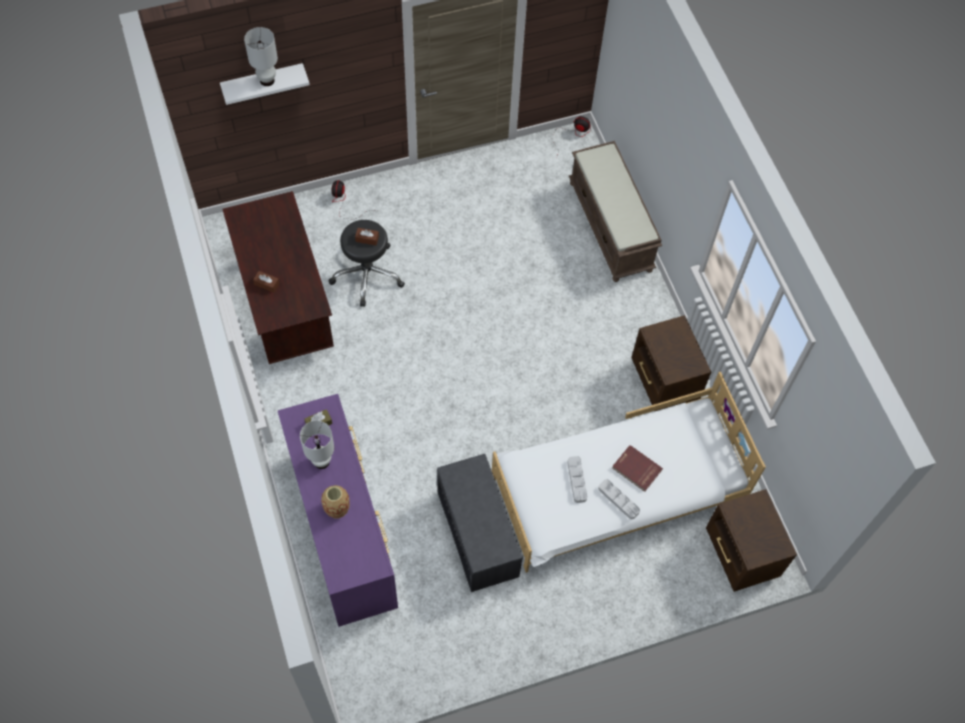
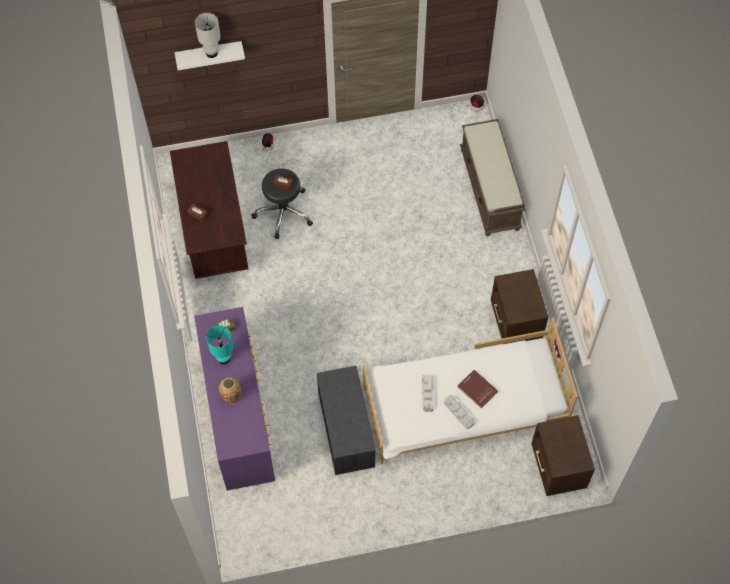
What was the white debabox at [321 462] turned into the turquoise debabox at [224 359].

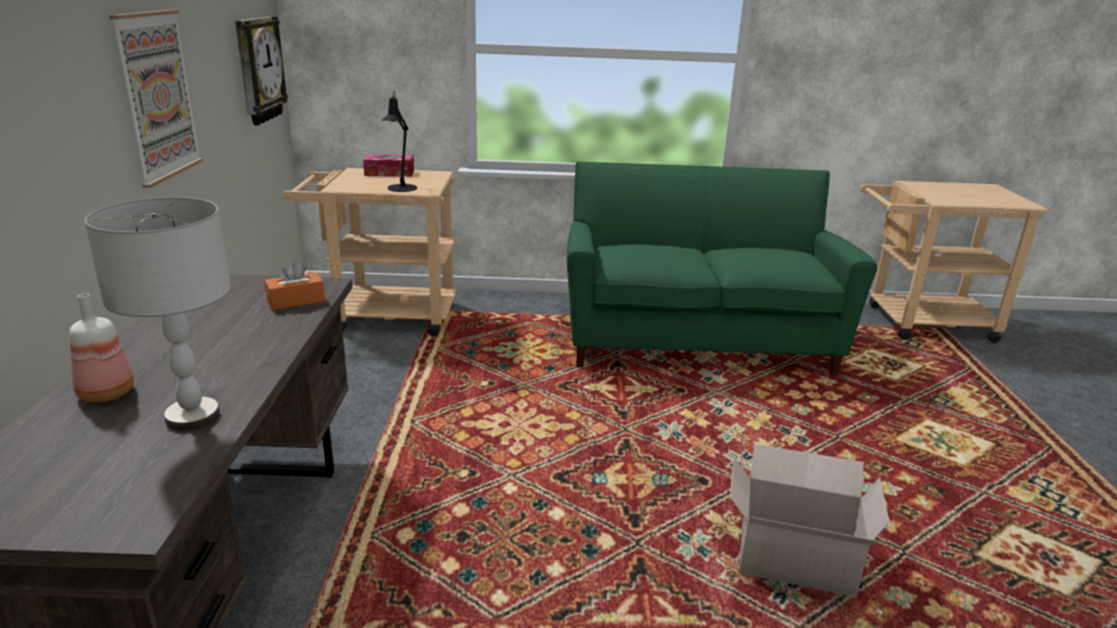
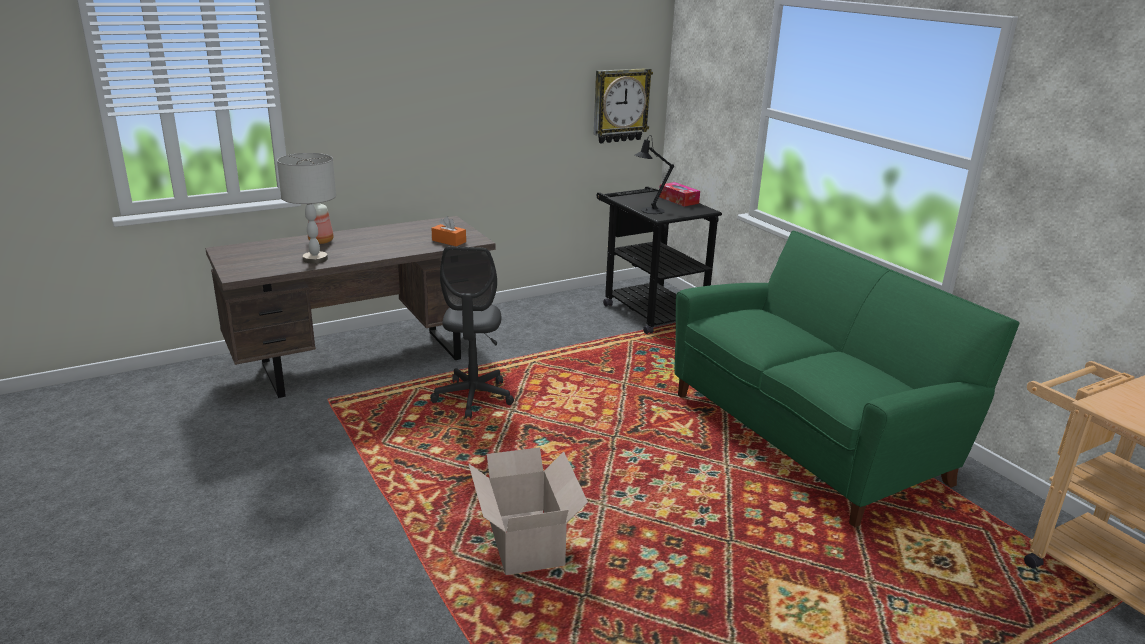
The second view lost the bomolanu at [157 96]. What was the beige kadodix at [384 315] turned into the black kadodix at [648 310]. The second view gained the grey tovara at [473 397].

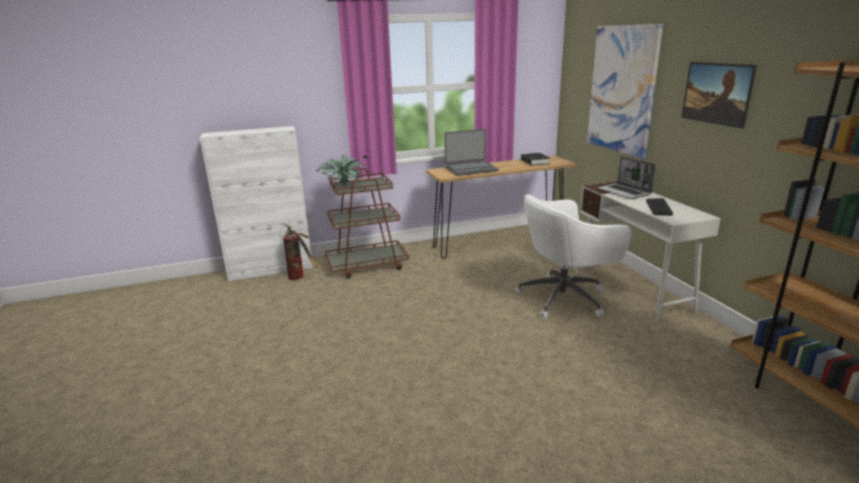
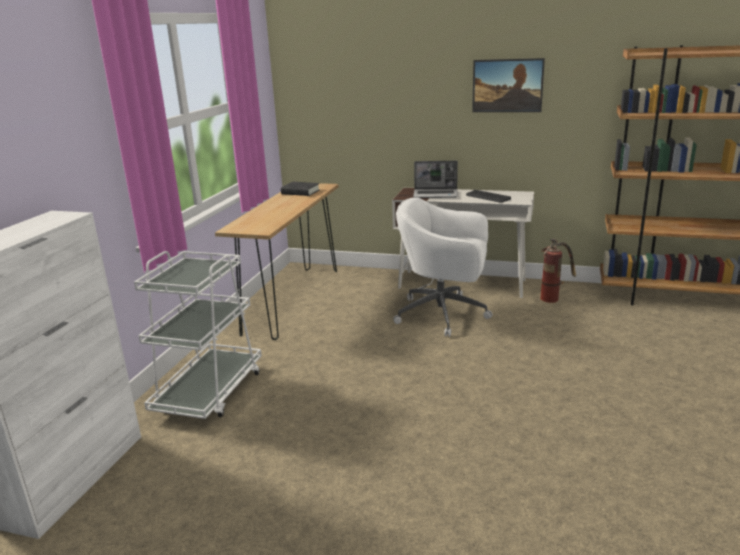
The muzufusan ended up elsewhere, having gone from [301 277] to [553 296]. The second view lost the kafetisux at [345 186]. What was the brown kadodix at [367 265] turned into the white kadodix at [209 392]. The second view lost the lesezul at [471 169]. The white tovara at [565 298] ended up facing another way, 90 degrees clockwise from before. The second view lost the bomolanu at [622 90].

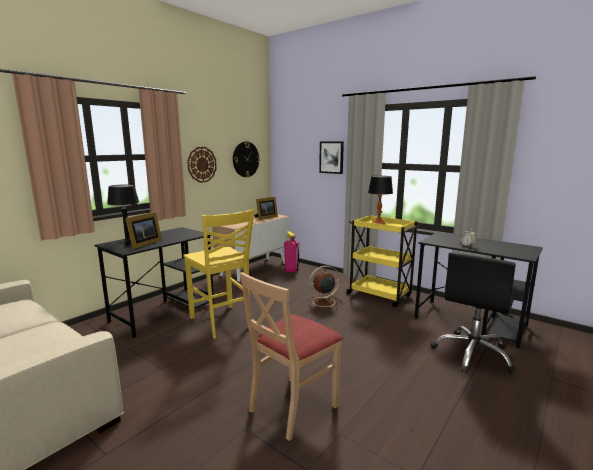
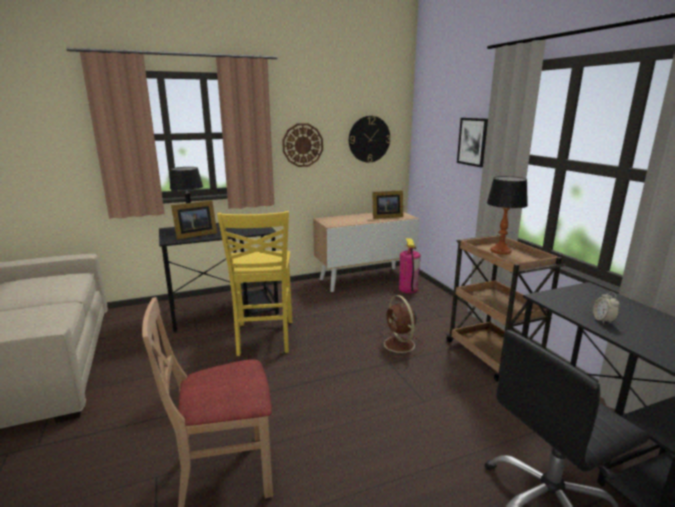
The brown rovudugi at [322 302] ended up facing another way, 120 degrees counterclockwise from before. What was the yellow kadodix at [380 295] turned into the brown kadodix at [492 356].

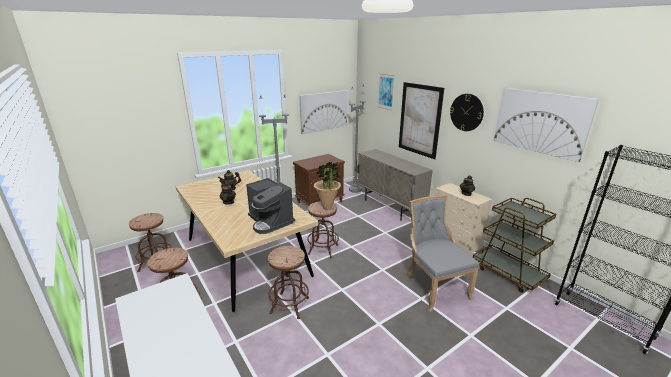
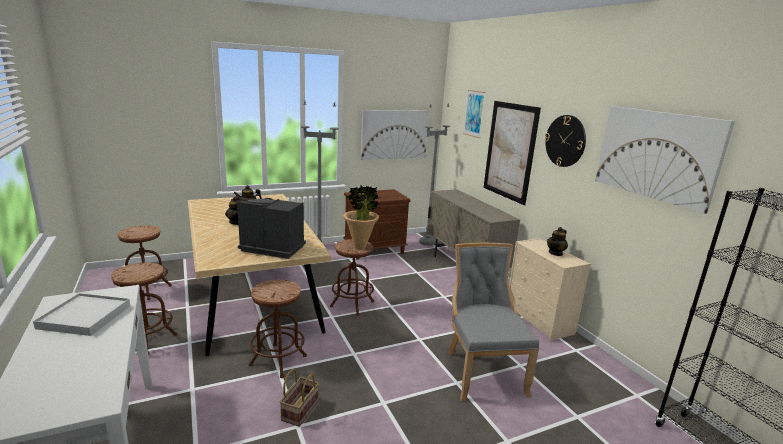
The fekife at [270 221] ended up facing another way, 135 degrees clockwise from before. The second view lost the brown kadodix at [508 273]. The second view gained the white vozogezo at [85 317]. The second view gained the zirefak at [300 409].

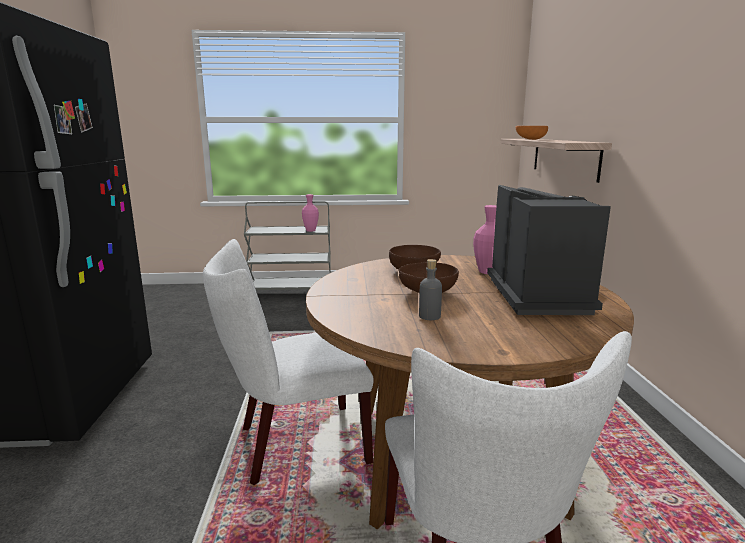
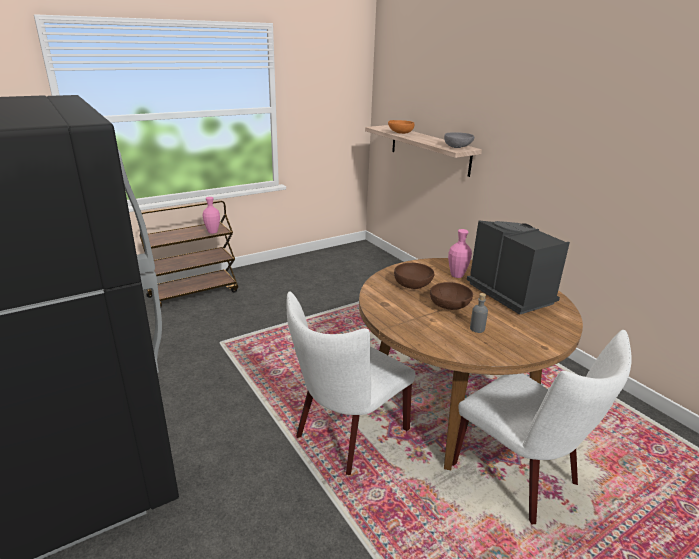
What was the grey kadodix at [291 293] turned into the brown kadodix at [194 293]. The second view gained the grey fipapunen at [458 147].

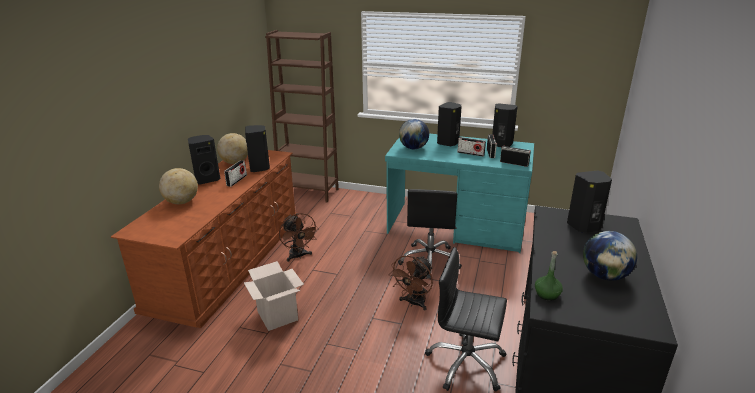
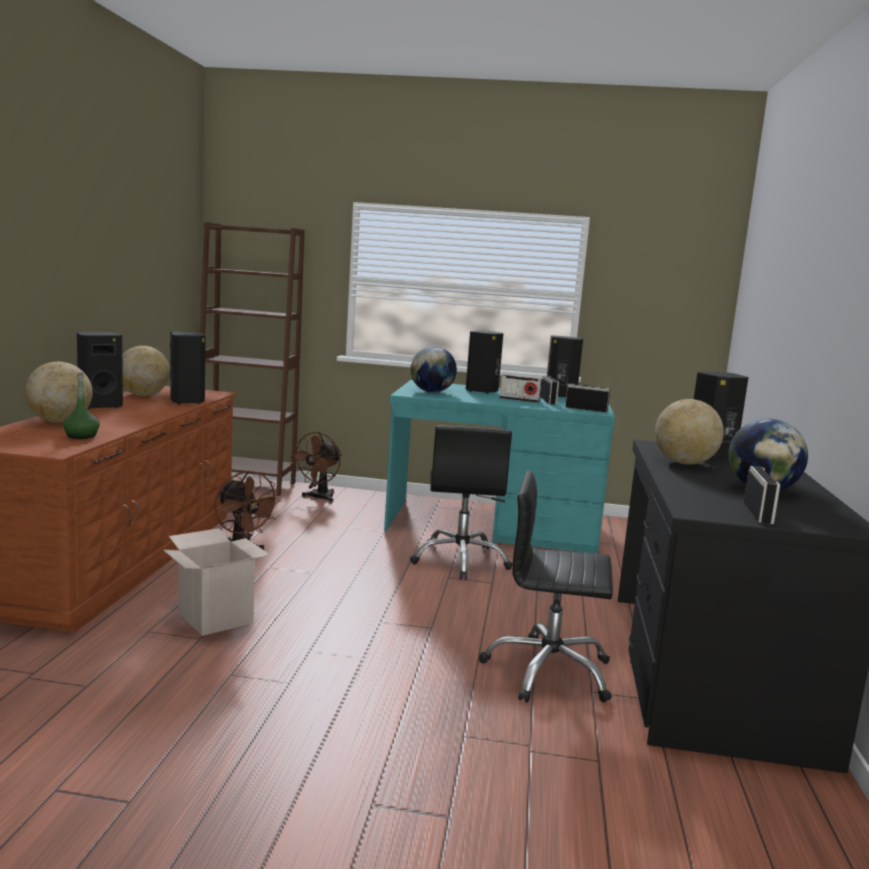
The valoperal ended up elsewhere, having gone from [237 180] to [758 513]. The brown rovudugi ended up elsewhere, having gone from [413 303] to [318 498]. The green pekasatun ended up elsewhere, having gone from [547 294] to [81 436]. The second view gained the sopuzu at [684 463].

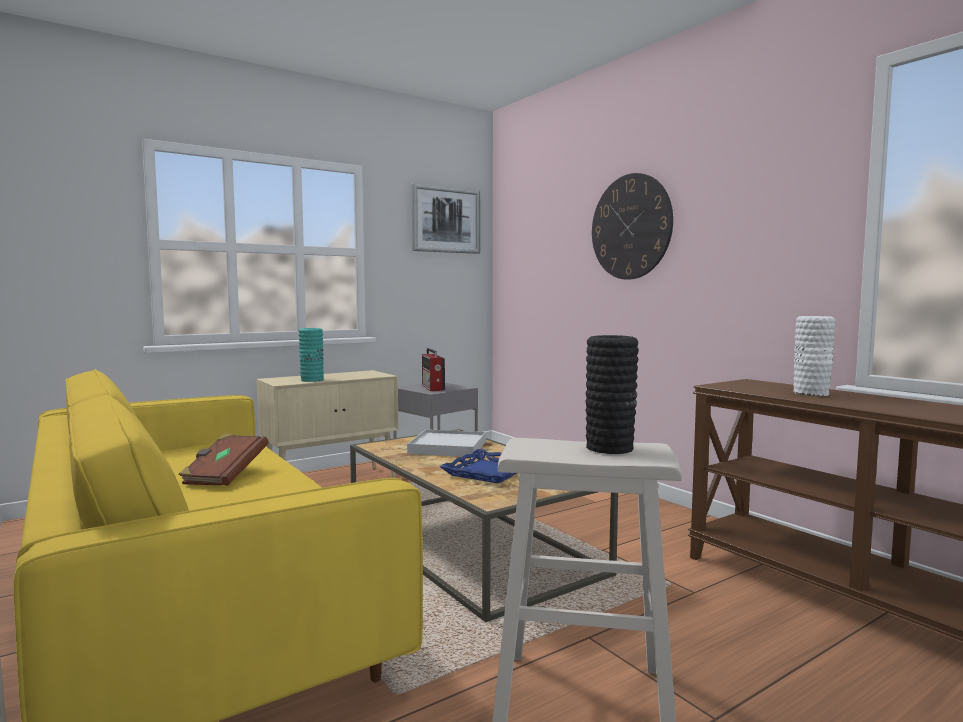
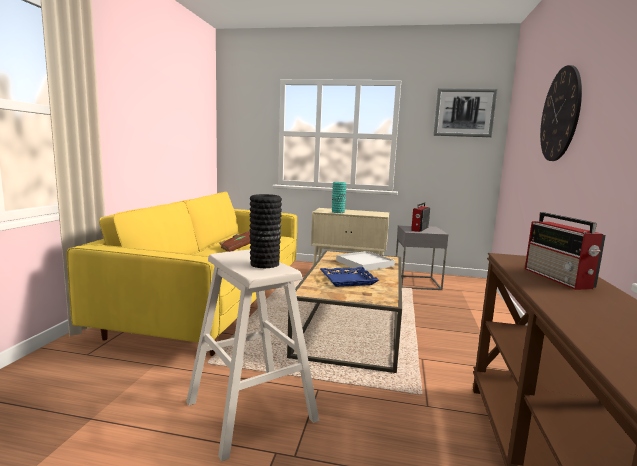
Where the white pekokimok stood at [811 393], the valoperal came to stand at [558 278].

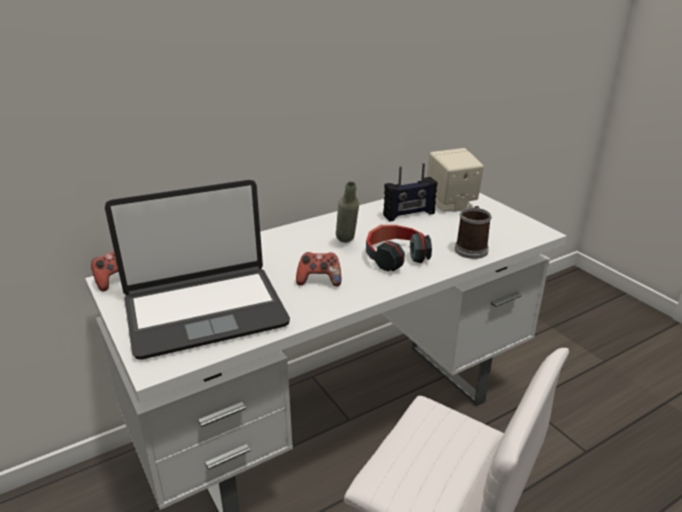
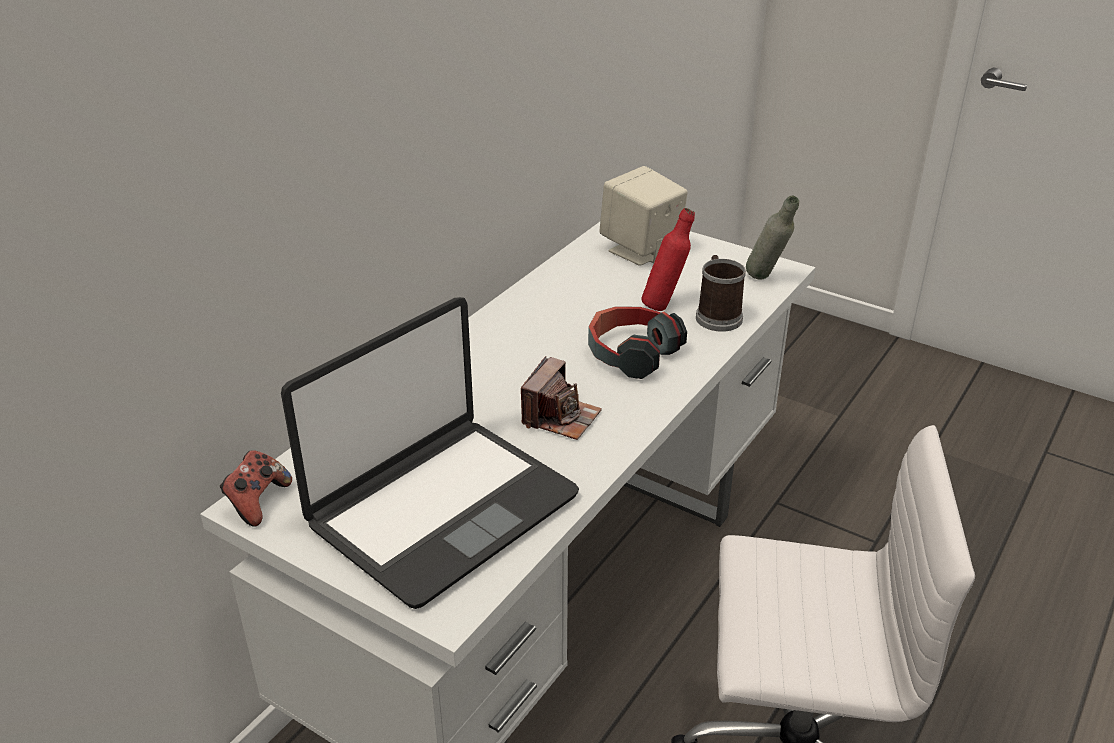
Where the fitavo stood at [319 280], the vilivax came to stand at [560 417]. The grey pekasatun ended up elsewhere, having gone from [347 244] to [766 280]. The second view lost the valoperal at [409 215]. The second view gained the red pekasatun at [665 305].

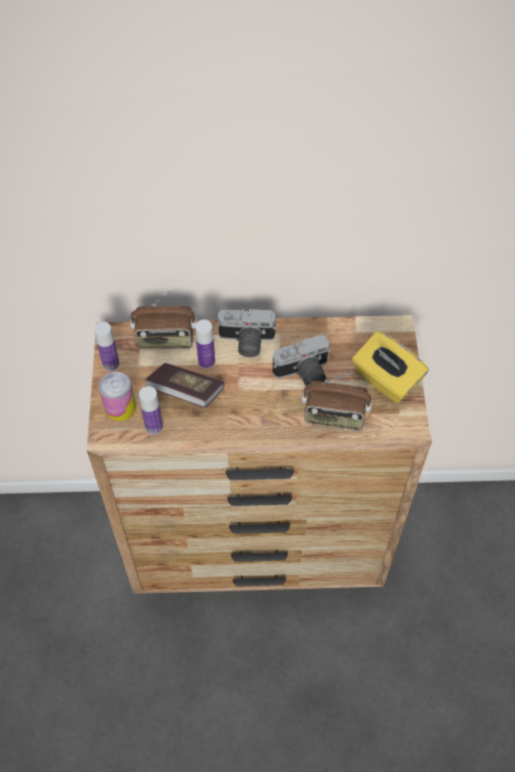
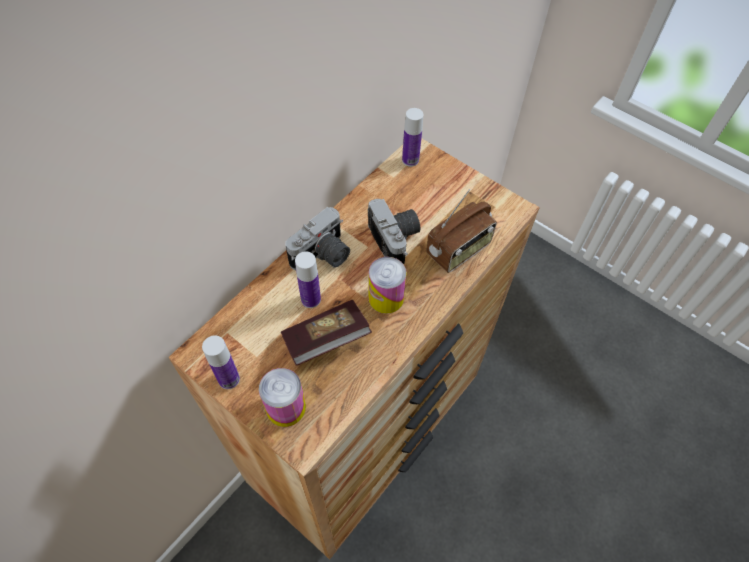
The second view lost the valoperal at [165 339]. The pekasatun ended up elsewhere, having gone from [154 426] to [410 160]. The vilivax at [303 374] ended up facing another way, 45 degrees counterclockwise from before. The second view lost the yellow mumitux at [386 380]. The second view gained the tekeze at [386 298].

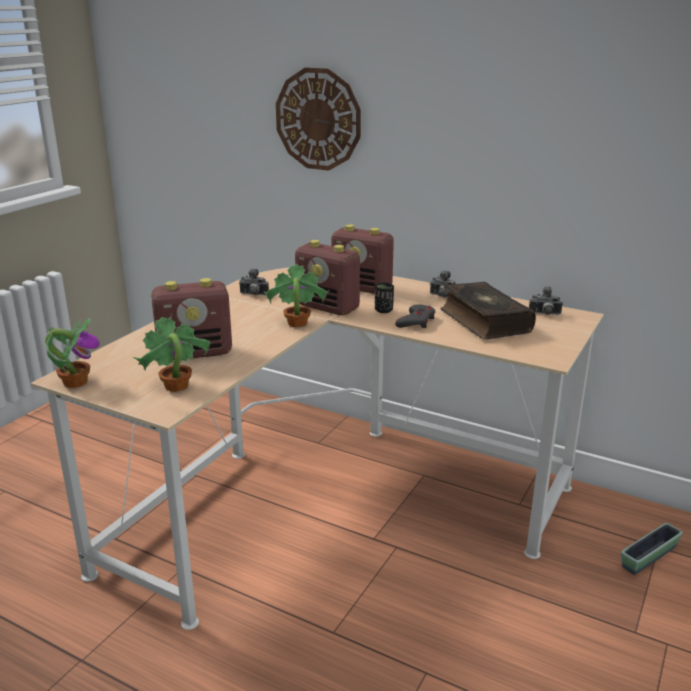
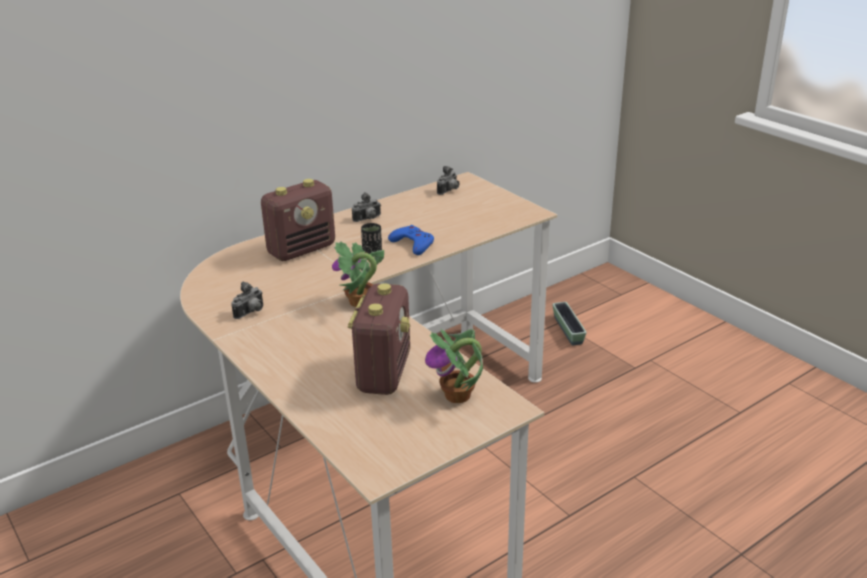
The second view lost the kafetisux at [75 382]. The second view lost the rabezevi at [318 119]. The second view lost the valoperal at [328 308]. What was the grey fitavo at [416 321] turned into the blue fitavo at [413 244]. The second view lost the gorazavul at [483 321].

